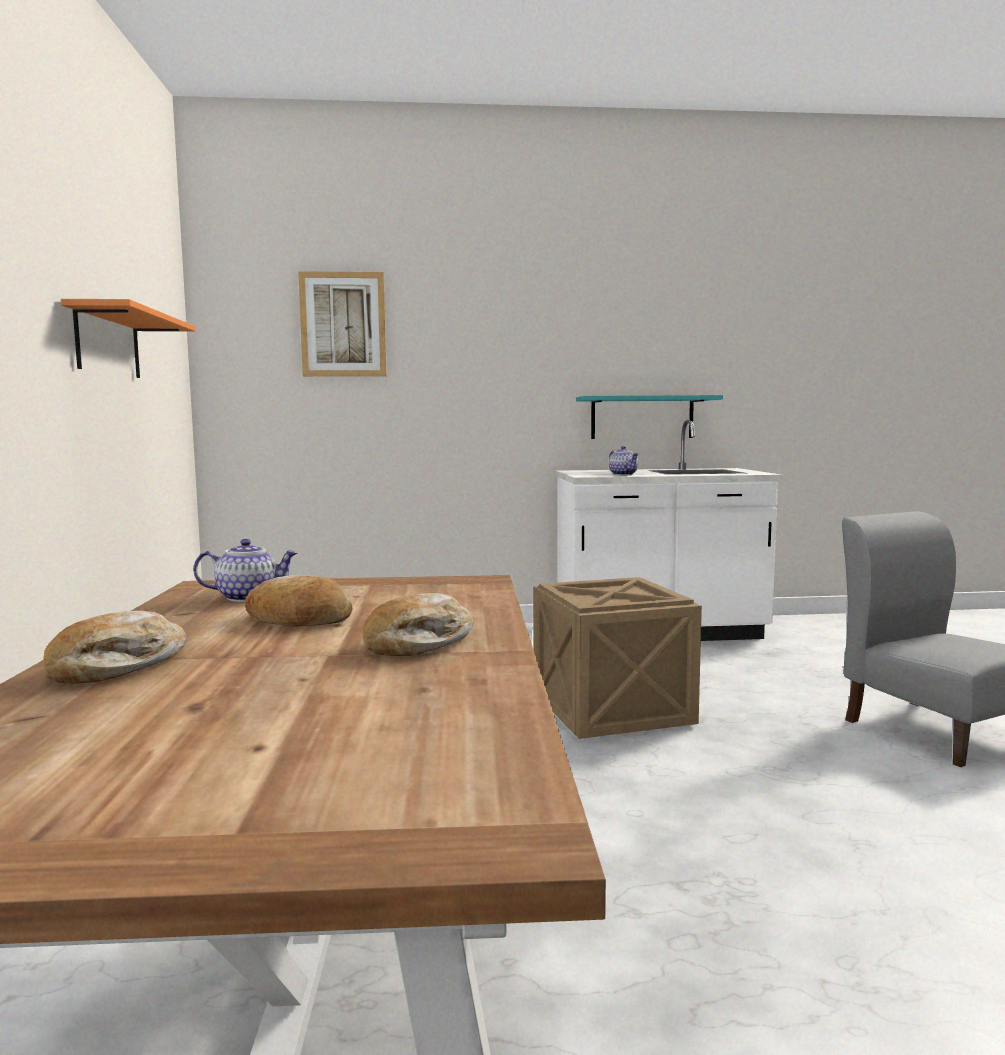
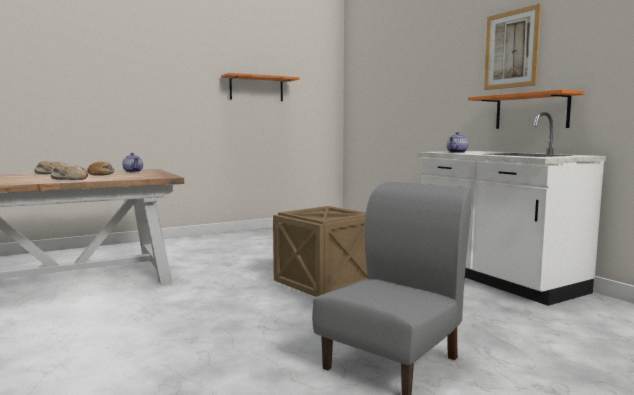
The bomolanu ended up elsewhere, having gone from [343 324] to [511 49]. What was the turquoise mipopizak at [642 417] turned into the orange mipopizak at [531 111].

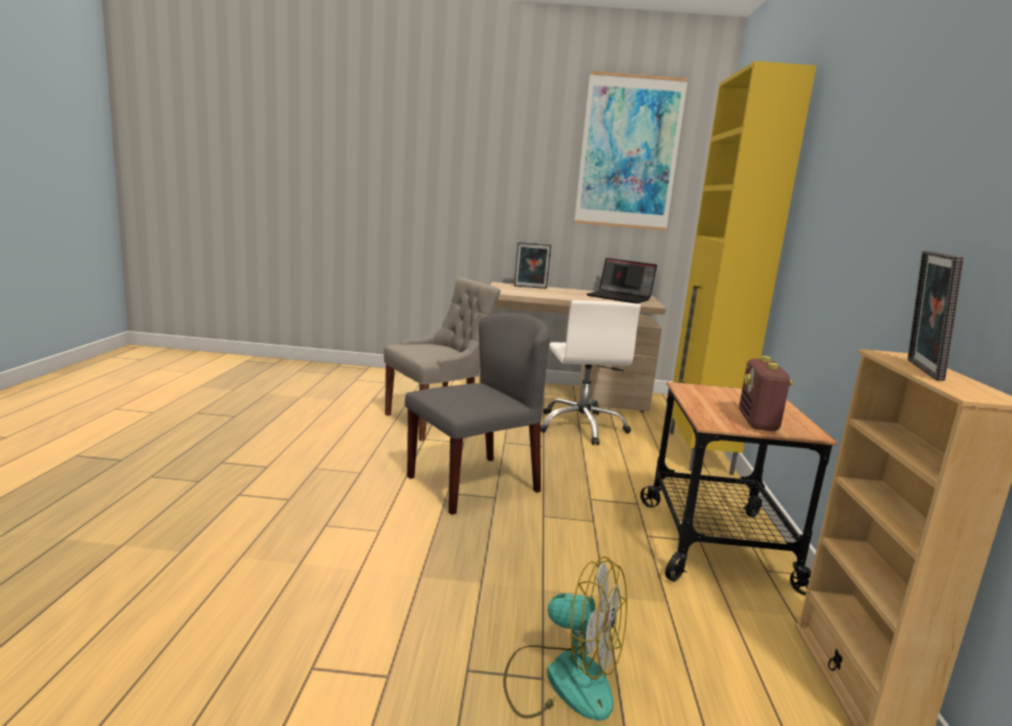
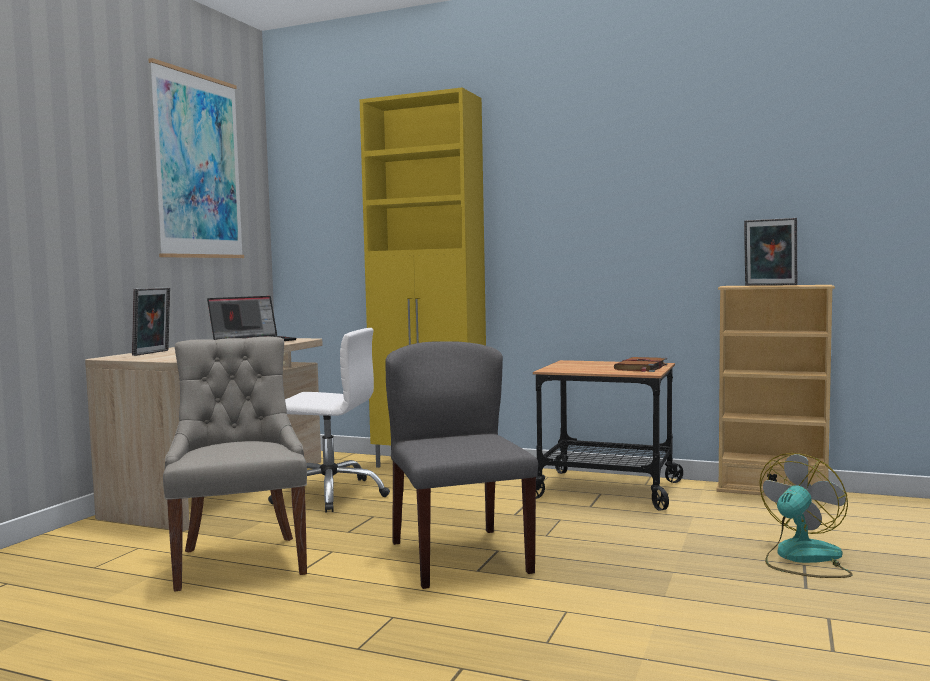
Where the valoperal stood at [758 422], the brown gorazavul came to stand at [640 367].

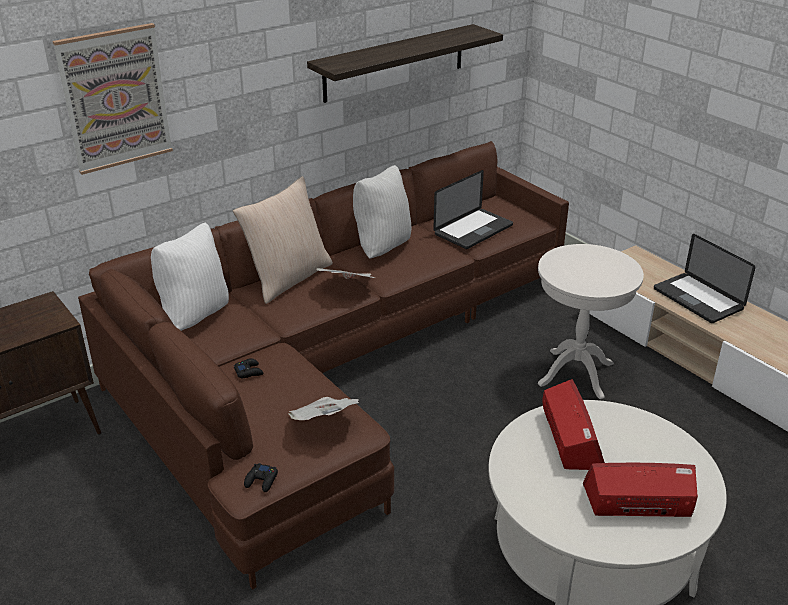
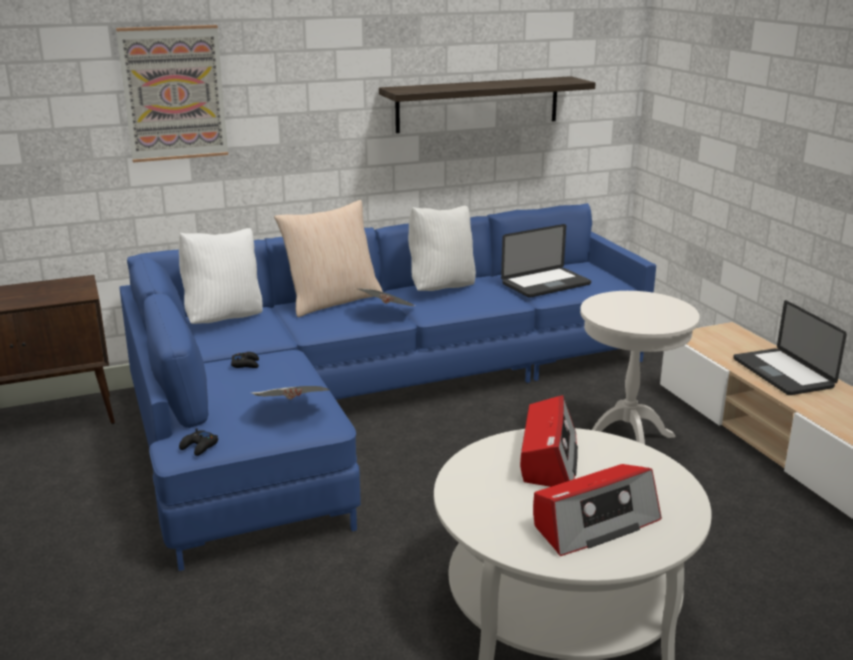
What was the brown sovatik at [332 367] turned into the blue sovatik at [366 401]. The valoperal at [638 502] ended up facing another way, 135 degrees clockwise from before.

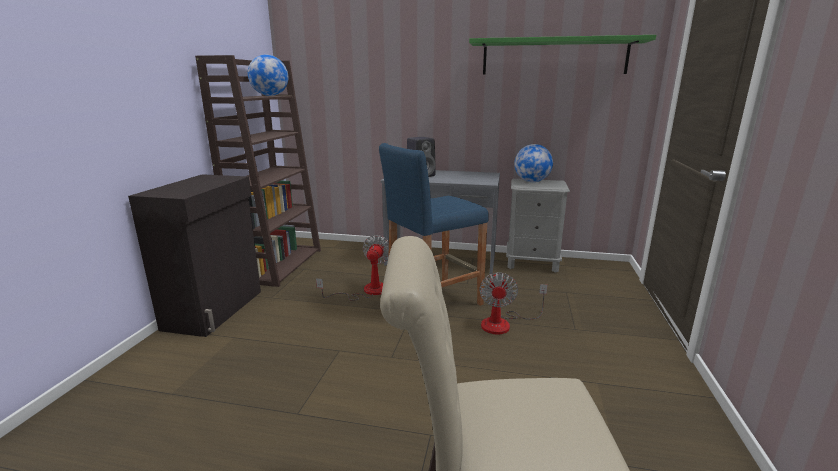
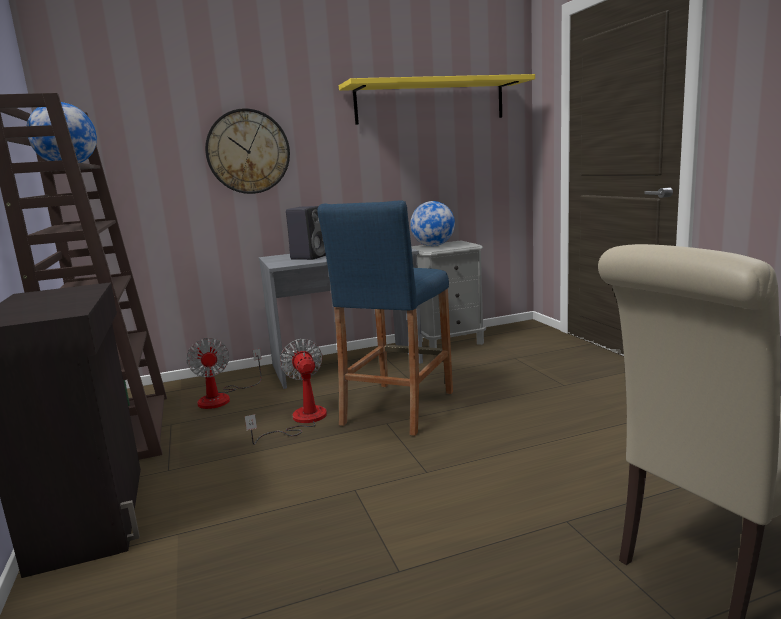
What was the green mipopizak at [554 57] turned into the yellow mipopizak at [430 102]. The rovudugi ended up elsewhere, having gone from [504 323] to [222 397]. The second view gained the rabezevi at [248 152].

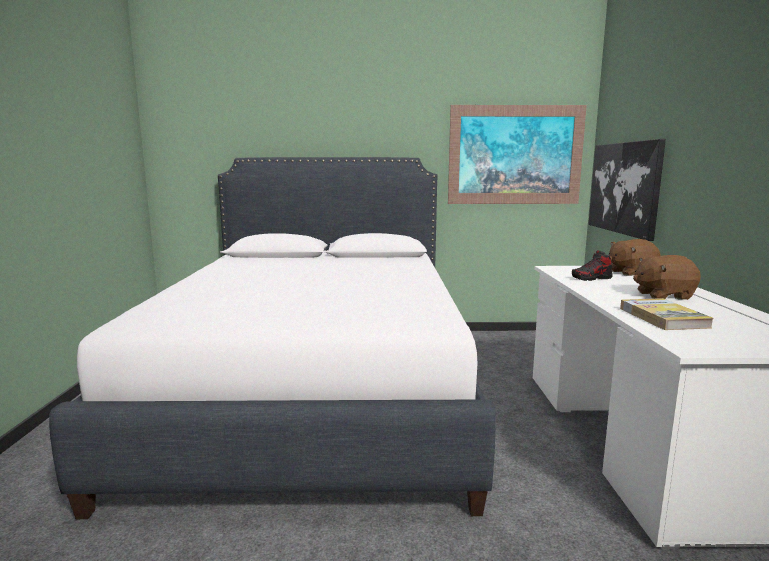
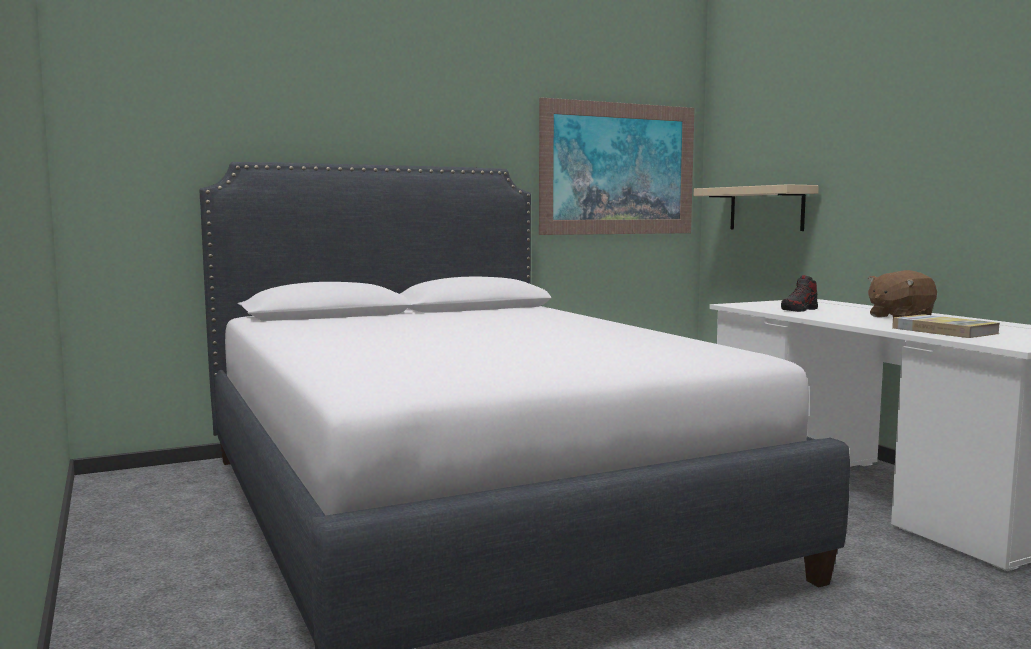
Where the bomolanu hung at [624 188], the beige mipopizak came to hang at [766 208]. The second view lost the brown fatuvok at [630 272].

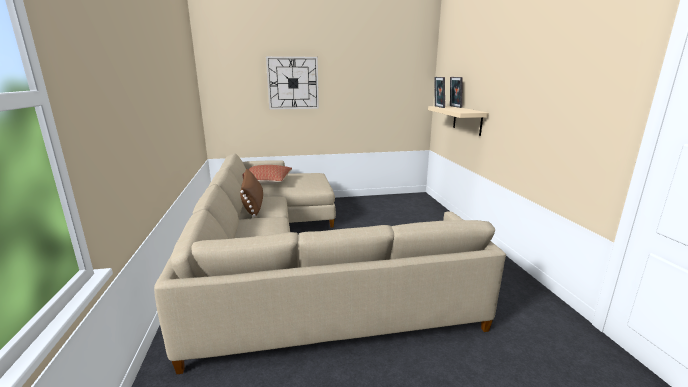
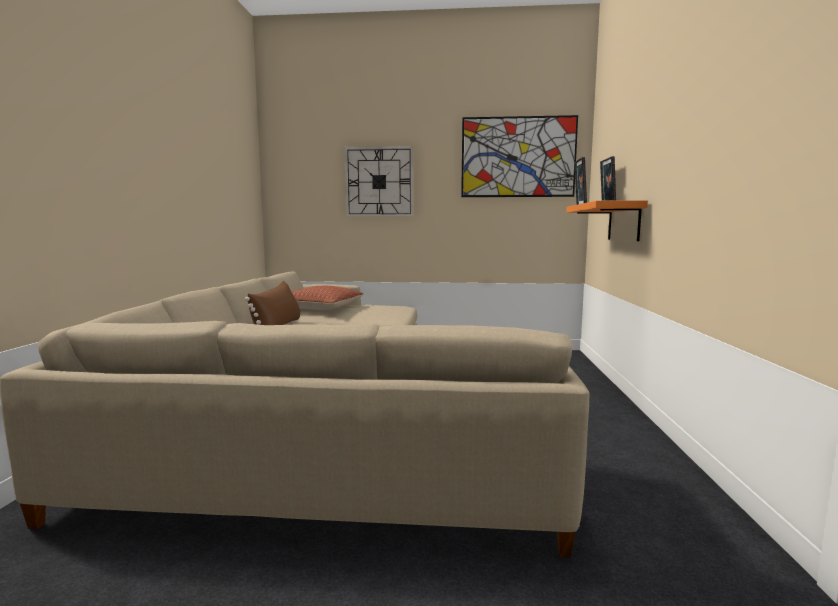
What was the beige mipopizak at [467 120] turned into the orange mipopizak at [624 222]. The second view gained the bomolanu at [518 157].

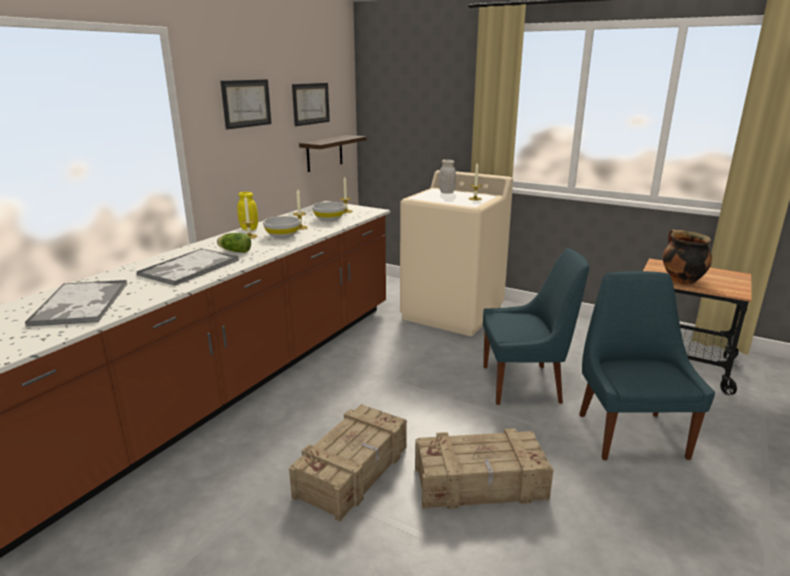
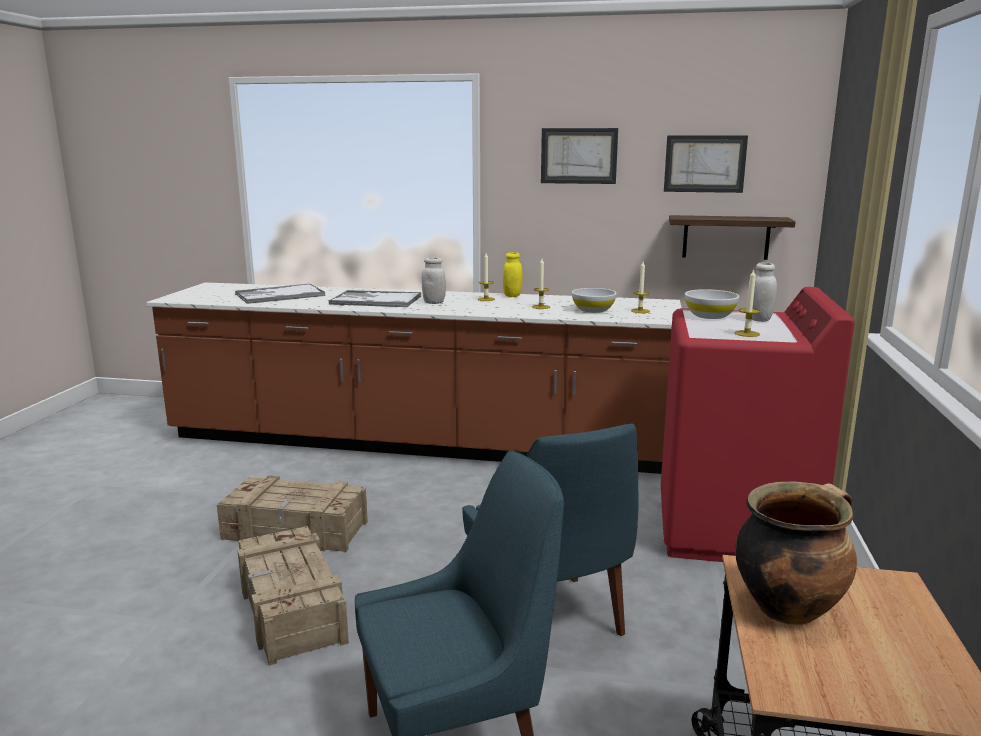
Where the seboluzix stood at [234 251], the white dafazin came to stand at [434 302]. The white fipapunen ended up elsewhere, having gone from [282 235] to [710 316]. What was the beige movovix at [453 313] turned into the red movovix at [733 530].

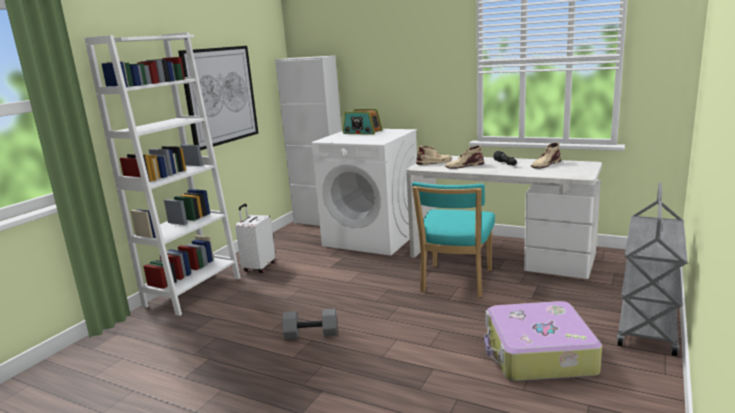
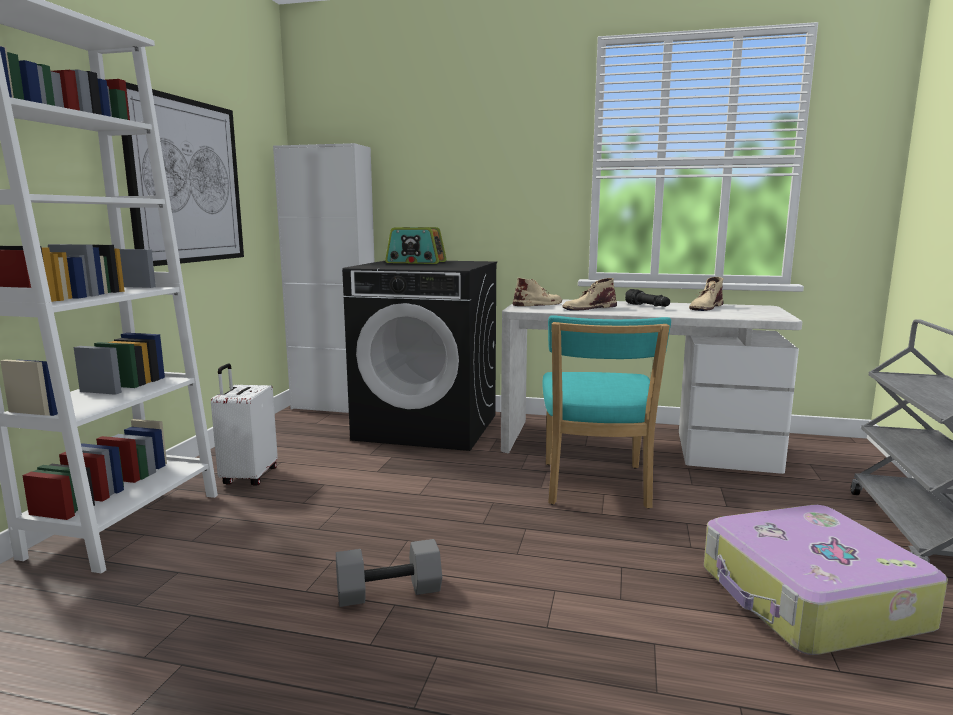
What was the white movovix at [373 238] turned into the black movovix at [428 427].

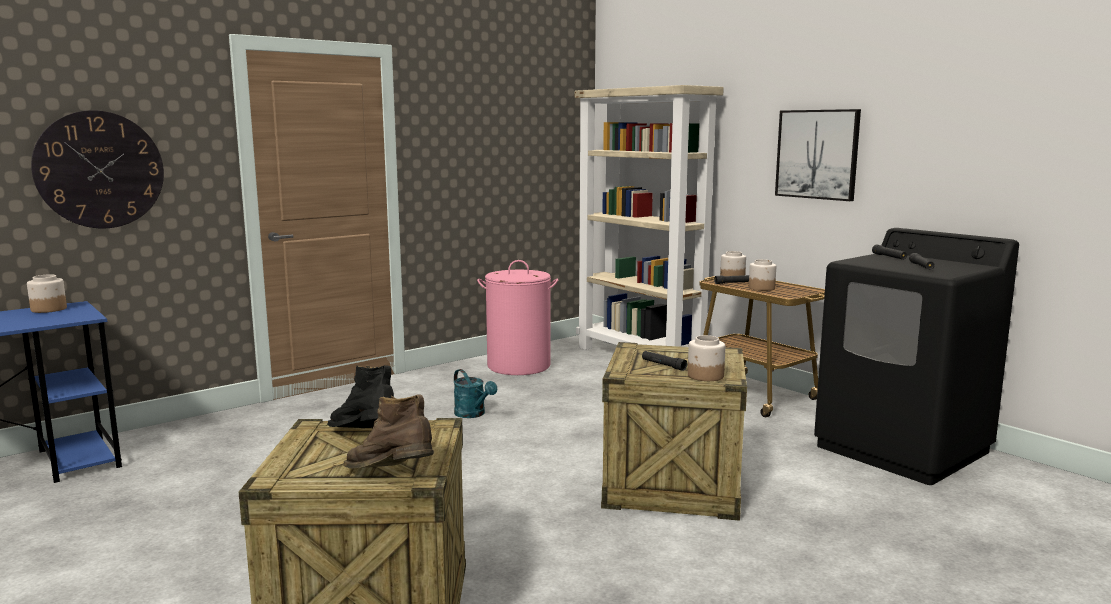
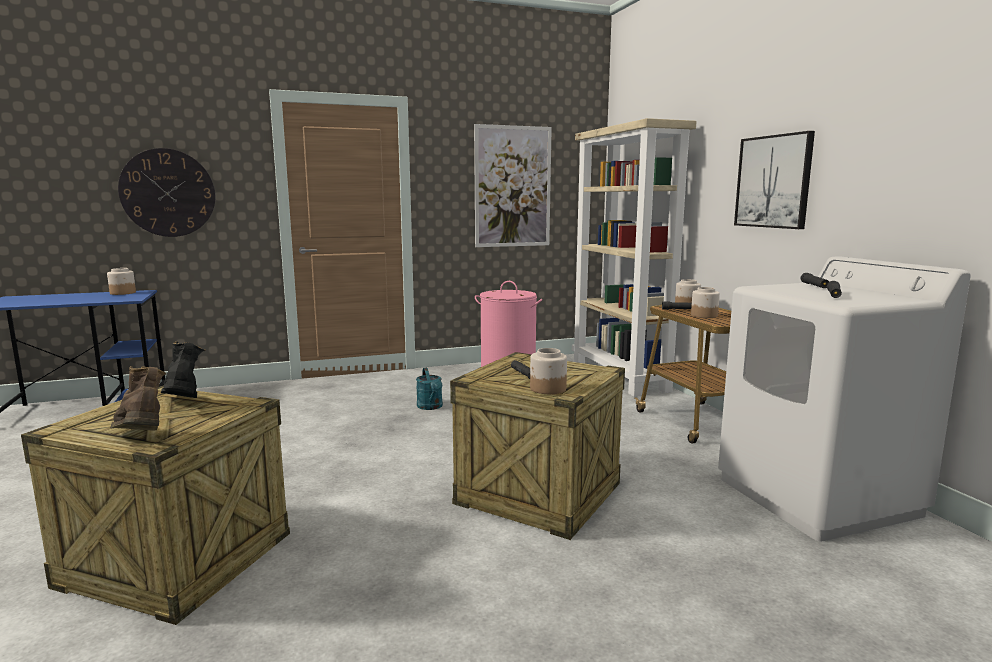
What was the black movovix at [903 449] turned into the white movovix at [817 497]. The second view gained the bomolanu at [512 187].

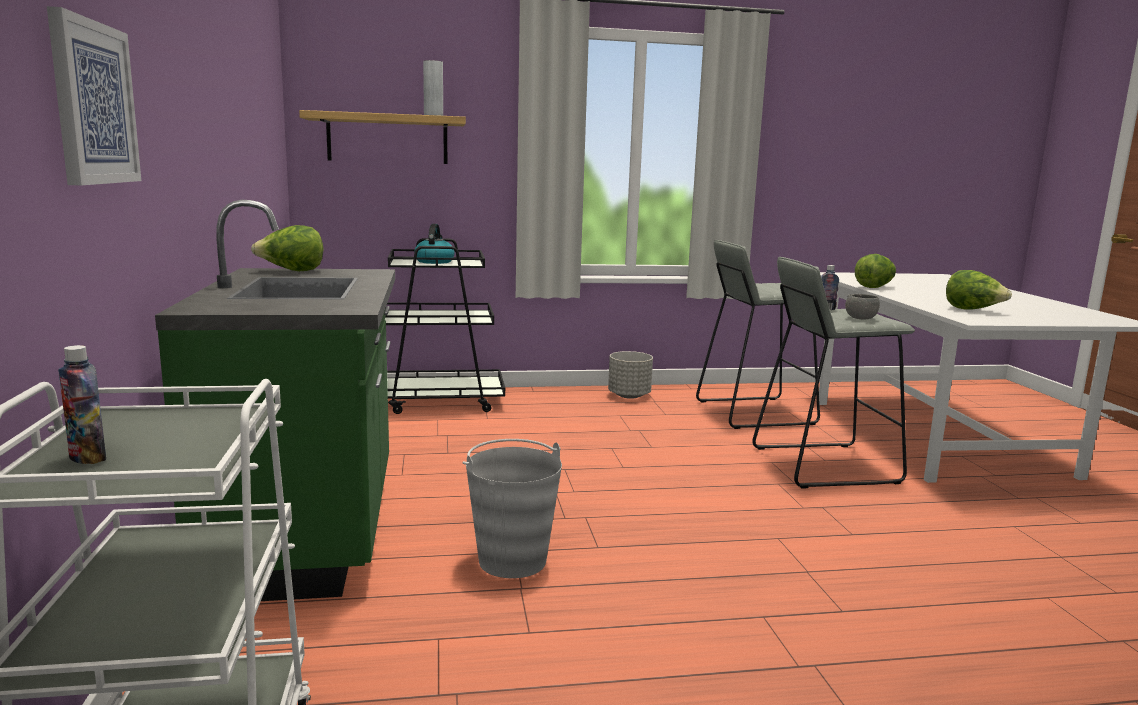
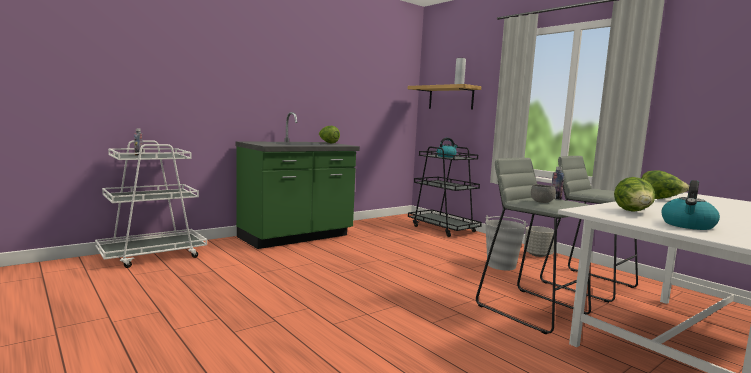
The second view lost the bomolanu at [93 103]. The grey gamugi ended up elsewhere, having gone from [512 560] to [501 265]. The second view gained the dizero at [688 225].

